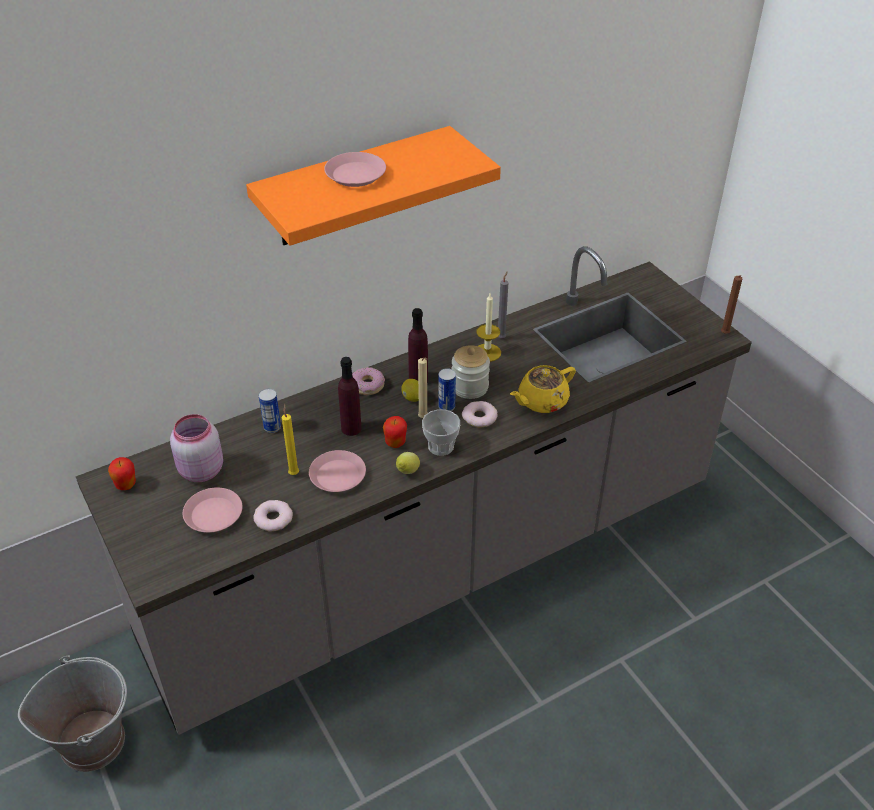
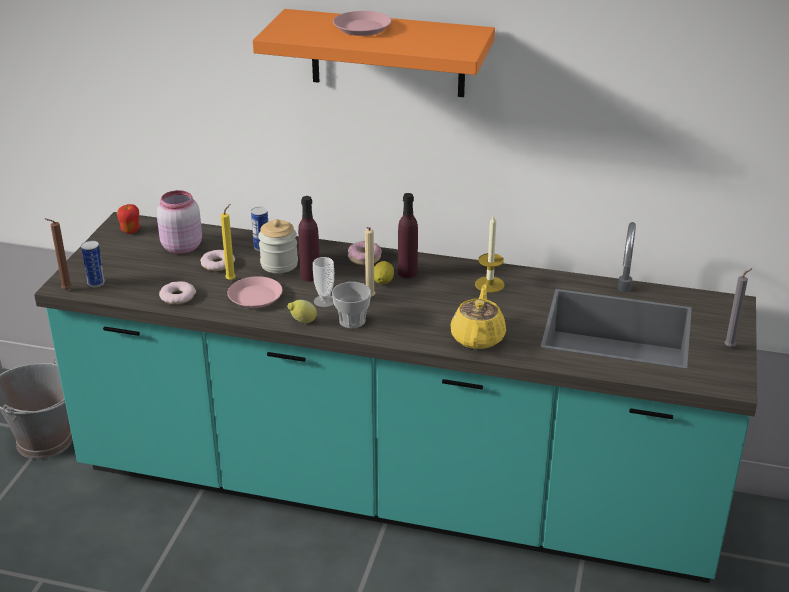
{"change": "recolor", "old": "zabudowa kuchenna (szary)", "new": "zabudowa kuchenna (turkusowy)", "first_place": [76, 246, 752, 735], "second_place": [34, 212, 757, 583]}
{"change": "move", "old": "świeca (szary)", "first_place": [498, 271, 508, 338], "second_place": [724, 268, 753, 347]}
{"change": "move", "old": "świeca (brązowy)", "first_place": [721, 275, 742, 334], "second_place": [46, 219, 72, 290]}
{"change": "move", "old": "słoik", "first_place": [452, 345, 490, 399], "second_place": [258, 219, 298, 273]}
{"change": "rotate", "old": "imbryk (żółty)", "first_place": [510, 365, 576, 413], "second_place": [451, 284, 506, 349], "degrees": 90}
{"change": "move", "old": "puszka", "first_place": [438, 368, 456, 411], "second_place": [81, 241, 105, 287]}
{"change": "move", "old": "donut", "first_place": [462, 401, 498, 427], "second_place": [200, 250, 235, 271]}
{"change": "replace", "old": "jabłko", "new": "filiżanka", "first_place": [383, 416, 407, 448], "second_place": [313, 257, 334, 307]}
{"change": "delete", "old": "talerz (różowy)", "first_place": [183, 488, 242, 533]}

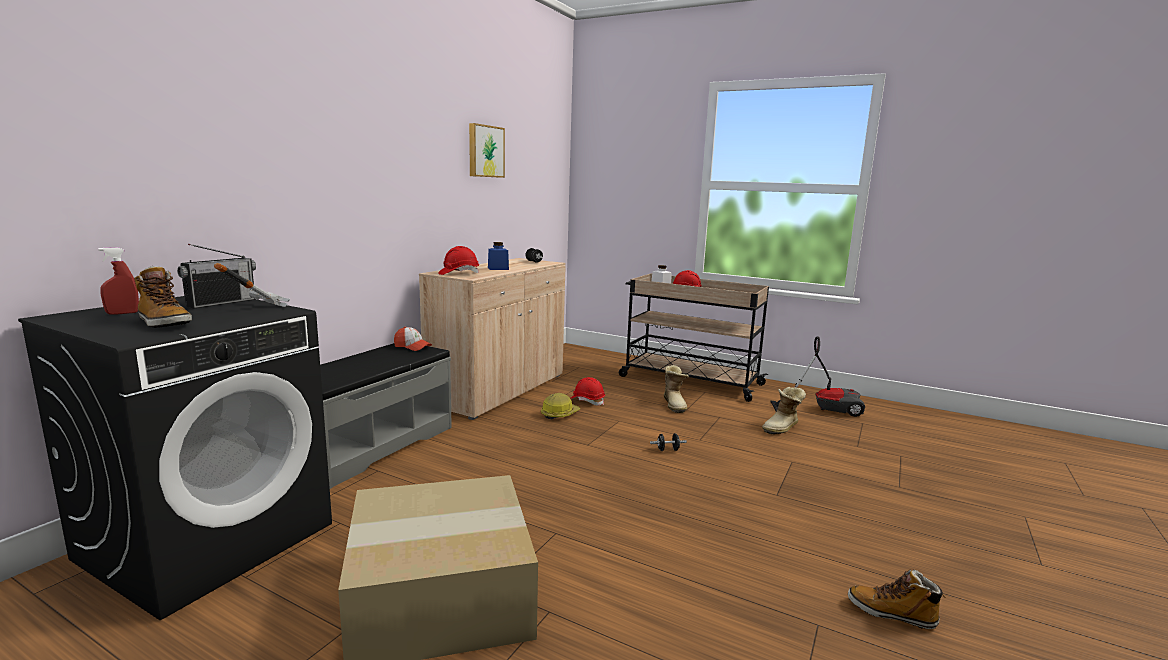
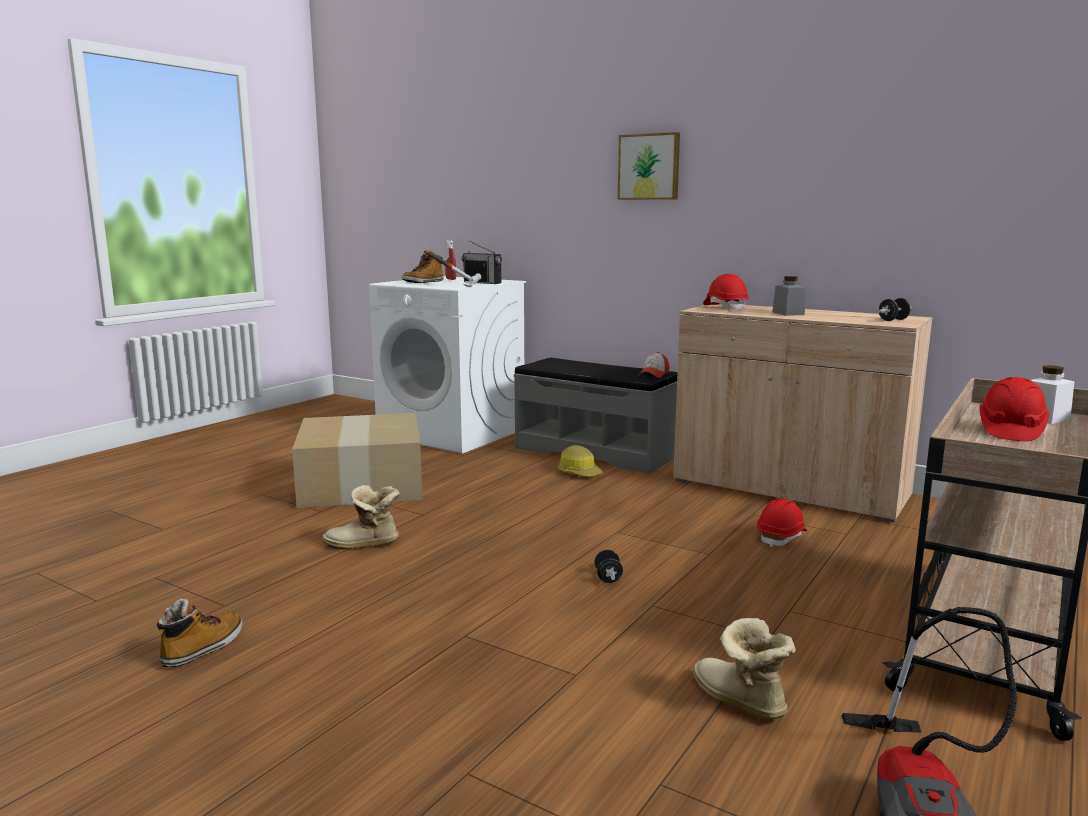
{"change": "move", "old": "obraz", "first_place": [469, 123, 505, 178], "second_place": [618, 132, 680, 200]}
{"change": "recolor", "old": "słoik (niebieski)", "new": "słoik (szary)", "first_place": [488, 242, 509, 270], "second_place": [773, 276, 806, 316]}
{"change": "recolor", "old": "pralka (czarny)", "new": "pralka (biały)", "first_place": [18, 296, 332, 620], "second_place": [369, 276, 526, 453]}
{"change": "move", "old": "but z cholewką", "first_place": [664, 365, 689, 413], "second_place": [322, 485, 400, 549]}
{"change": "move", "old": "kask", "first_place": [541, 393, 580, 419], "second_place": [557, 445, 603, 477]}

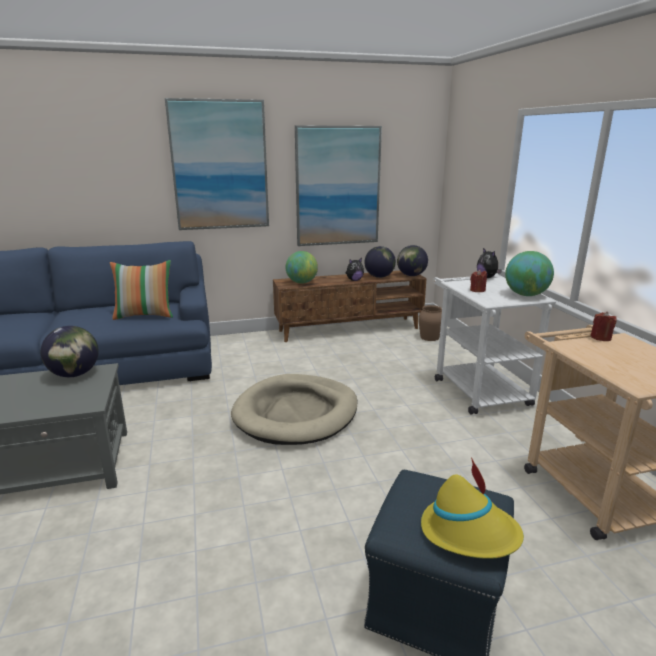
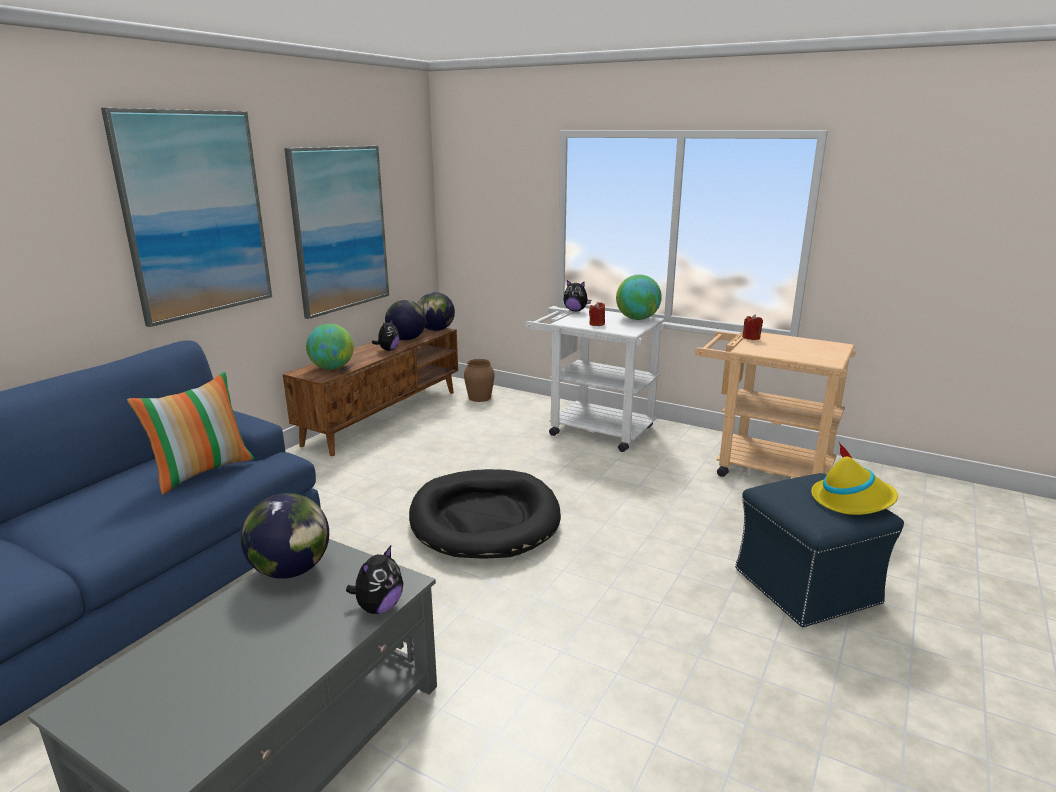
{"change": "recolor", "old": "legowisko (beżowy)", "new": "legowisko (czarny)", "first_place": [231, 374, 358, 445], "second_place": [409, 469, 561, 559]}
{"change": "insert", "new": "pluszak", "second_place": [346, 546, 403, 614]}

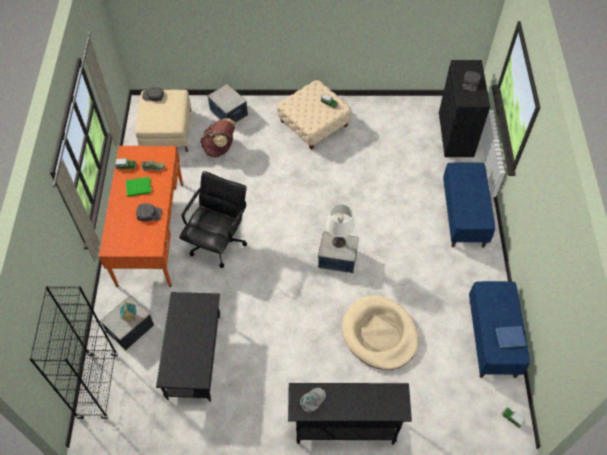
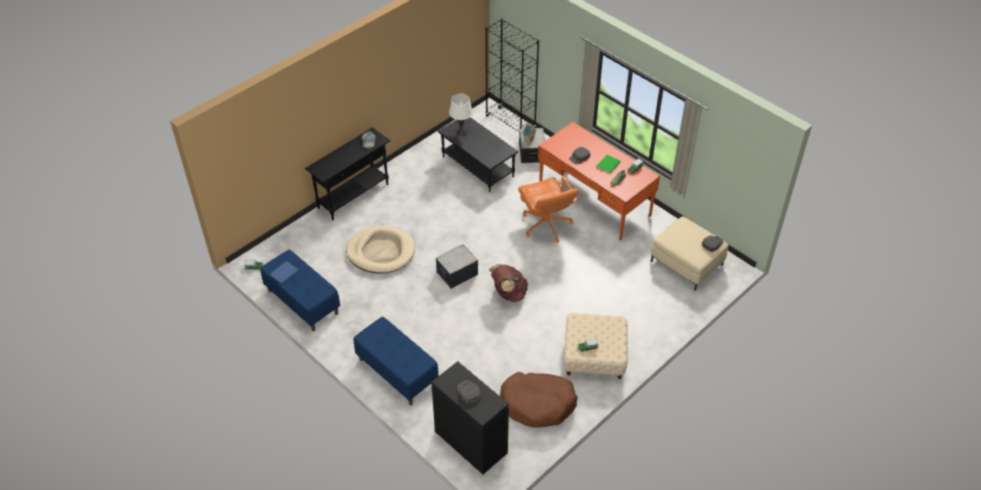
{"change": "delete", "old": "pojemnik do przechowywania", "first_place": [207, 84, 248, 123]}
{"change": "move", "old": "plecak (brązowy)", "first_place": [200, 118, 236, 158], "second_place": [489, 264, 528, 302]}
{"change": "recolor", "old": "krzesło biurowe (czarny)", "new": "krzesło biurowe (pomarańczowy)", "first_place": [179, 171, 247, 268], "second_place": [518, 176, 579, 243]}
{"change": "move", "old": "lampa stołowa (biały)", "first_place": [326, 204, 355, 248], "second_place": [449, 94, 473, 136]}
{"change": "insert", "new": "legowisko (brązowy)", "second_place": [500, 372, 578, 428]}

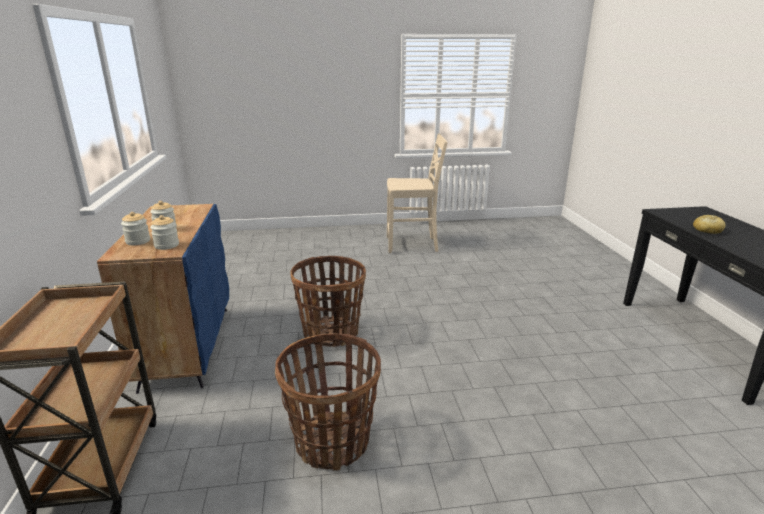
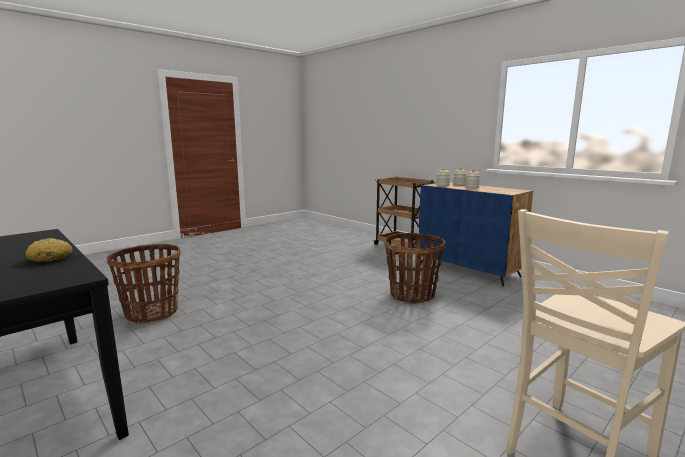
{"change": "move", "old": "koszyk", "first_place": [275, 333, 381, 471], "second_place": [107, 244, 180, 323]}

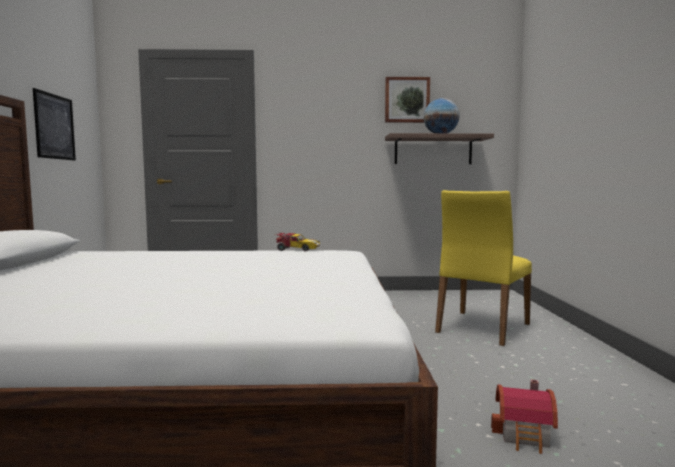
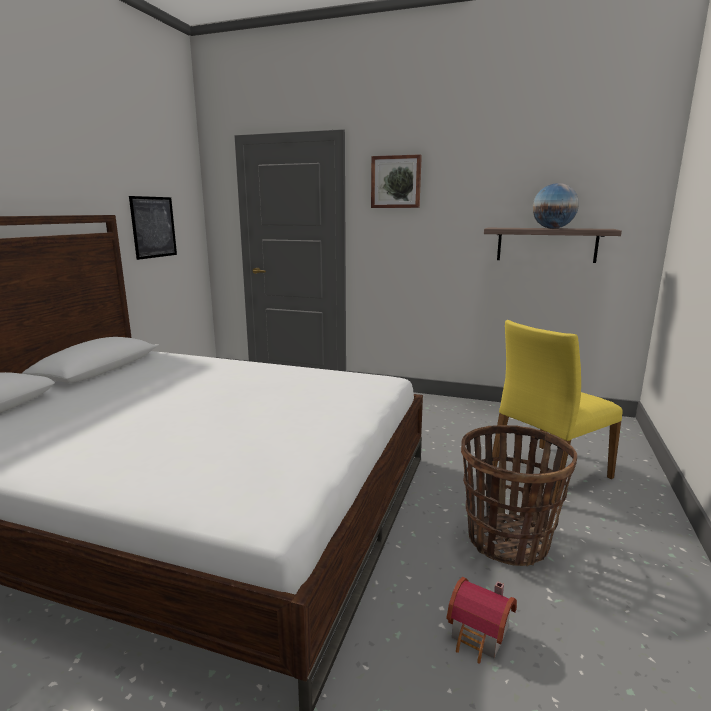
{"change": "move", "old": "obraz", "first_place": [385, 77, 430, 123], "second_place": [371, 154, 422, 208]}
{"change": "delete", "old": "samochodzik", "first_place": [275, 233, 320, 251]}
{"change": "insert", "new": "koszyk", "second_place": [461, 425, 577, 566]}

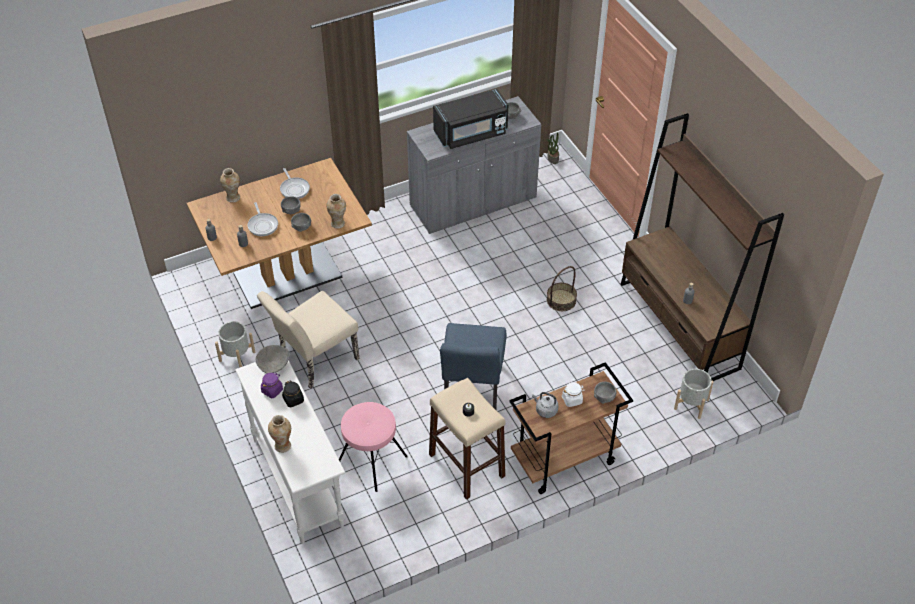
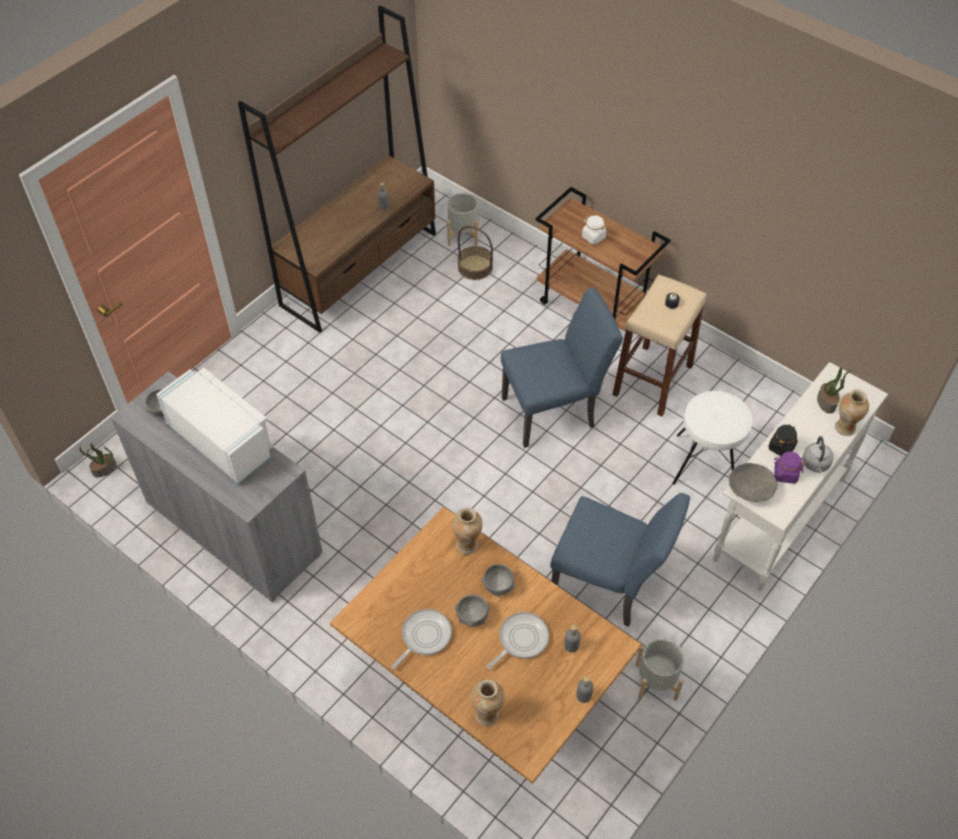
{"change": "recolor", "old": "mikrofalówka (czarny)", "new": "mikrofalówka (biały)", "first_place": [433, 89, 508, 149], "second_place": [156, 367, 274, 484]}
{"change": "move", "old": "koszyk", "first_place": [547, 266, 577, 311], "second_place": [458, 226, 493, 280]}
{"change": "recolor", "old": "krzesło (beżowy)", "new": "krzesło (niebieski)", "first_place": [257, 291, 360, 389], "second_place": [550, 493, 690, 627]}
{"change": "delete", "old": "miska (szary)", "first_place": [594, 382, 617, 404]}
{"change": "move", "old": "czajnik (szary)", "first_place": [532, 392, 558, 418], "second_place": [802, 436, 834, 473]}
{"change": "recolor", "old": "stołek (różowy)", "new": "stołek (biały)", "first_place": [339, 402, 408, 492], "second_place": [672, 391, 753, 485]}
{"change": "insert", "new": "roślina doniczkowa", "second_place": [817, 367, 852, 414]}

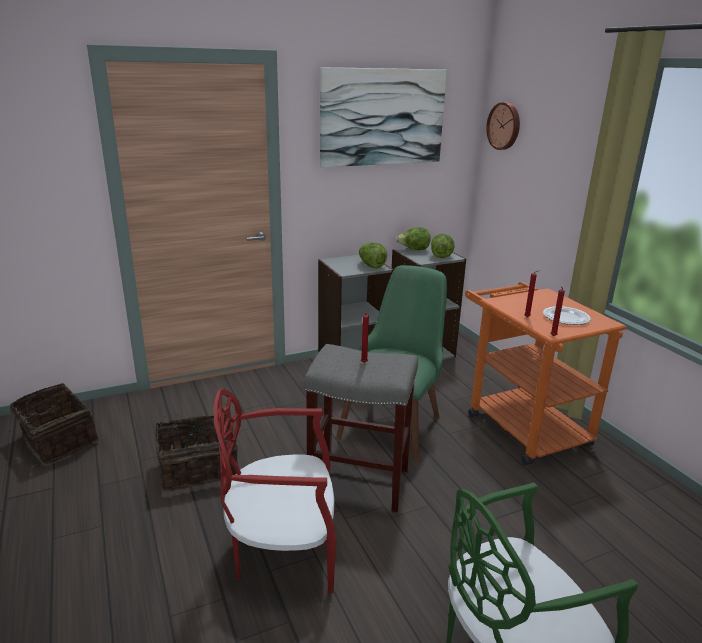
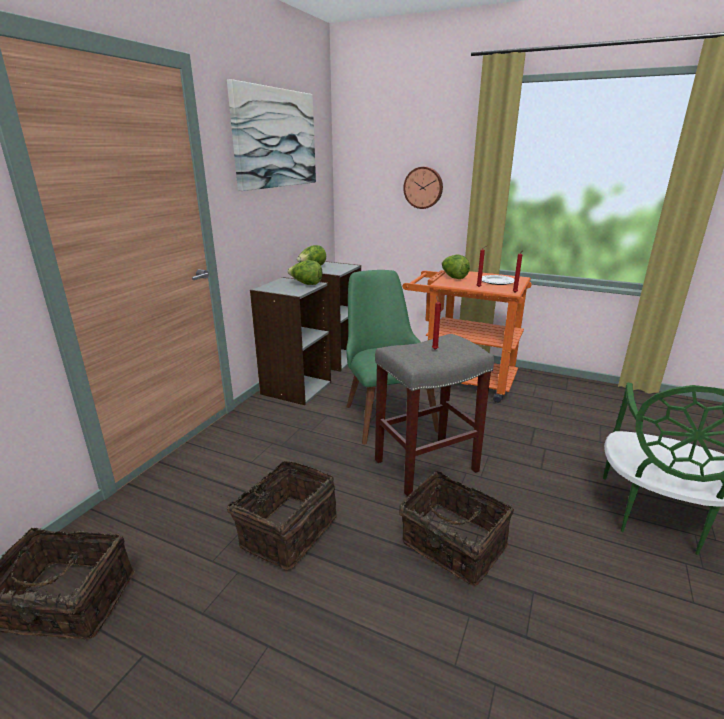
{"change": "move", "old": "zegar ścienny", "first_place": [486, 102, 520, 150], "second_place": [403, 167, 443, 209]}
{"change": "move", "old": "sałata", "first_place": [431, 234, 455, 258], "second_place": [442, 255, 470, 279]}
{"change": "replace", "old": "krzesło (czerwony)", "new": "koszyk", "first_place": [214, 389, 336, 594], "second_place": [399, 470, 514, 586]}

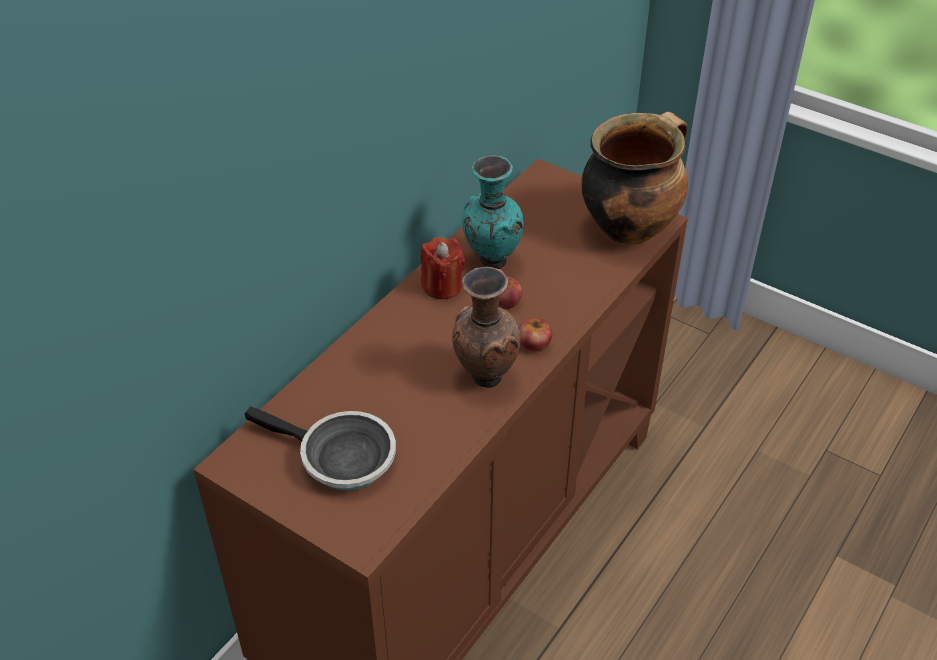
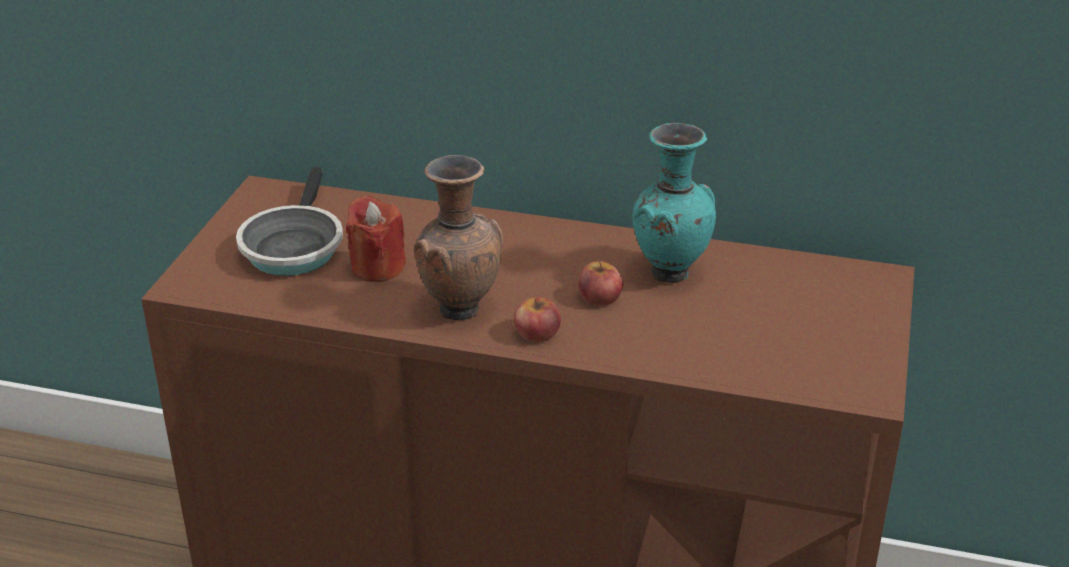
{"change": "delete", "old": "garnek", "first_place": [581, 112, 688, 245]}
{"change": "move", "old": "świeca (czerwony)", "first_place": [421, 237, 465, 299], "second_place": [346, 195, 406, 282]}

